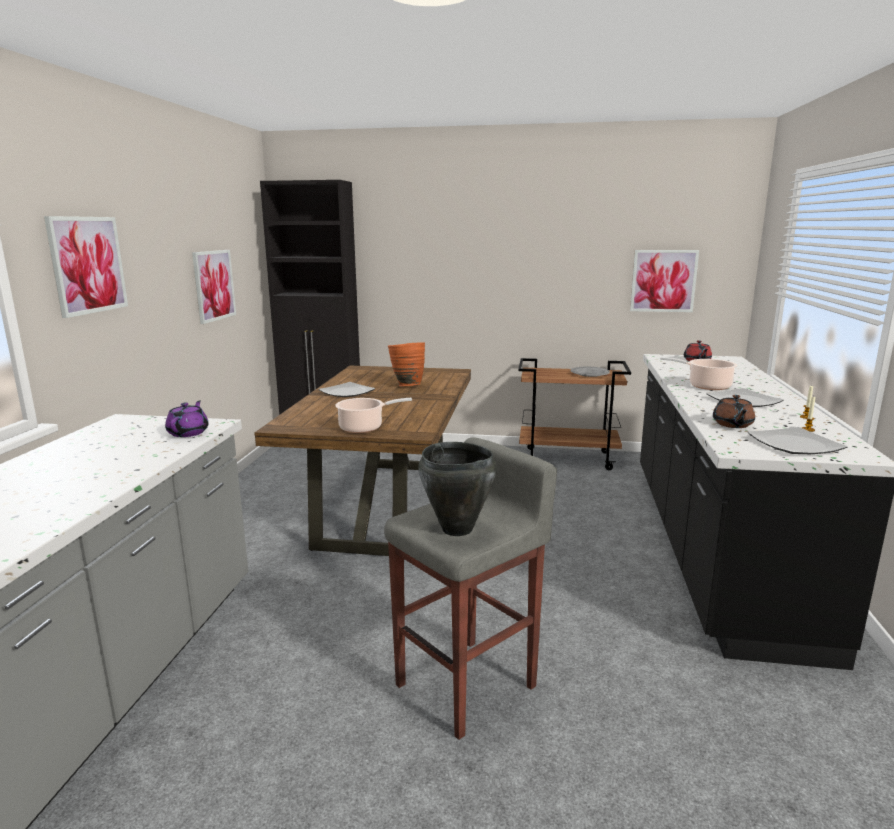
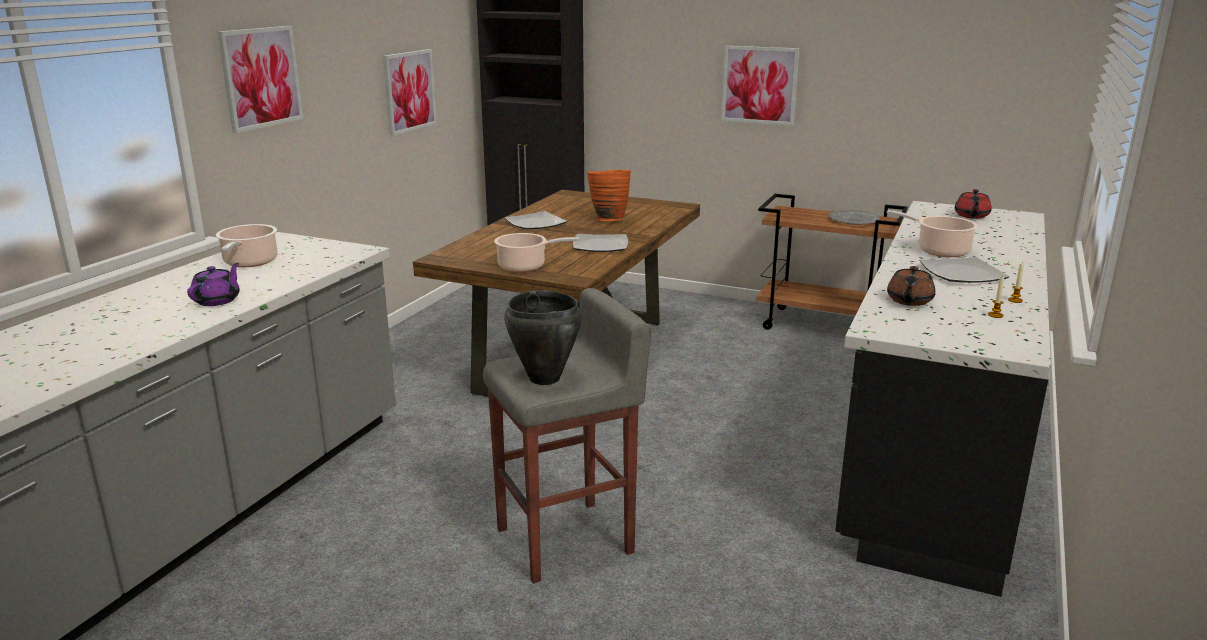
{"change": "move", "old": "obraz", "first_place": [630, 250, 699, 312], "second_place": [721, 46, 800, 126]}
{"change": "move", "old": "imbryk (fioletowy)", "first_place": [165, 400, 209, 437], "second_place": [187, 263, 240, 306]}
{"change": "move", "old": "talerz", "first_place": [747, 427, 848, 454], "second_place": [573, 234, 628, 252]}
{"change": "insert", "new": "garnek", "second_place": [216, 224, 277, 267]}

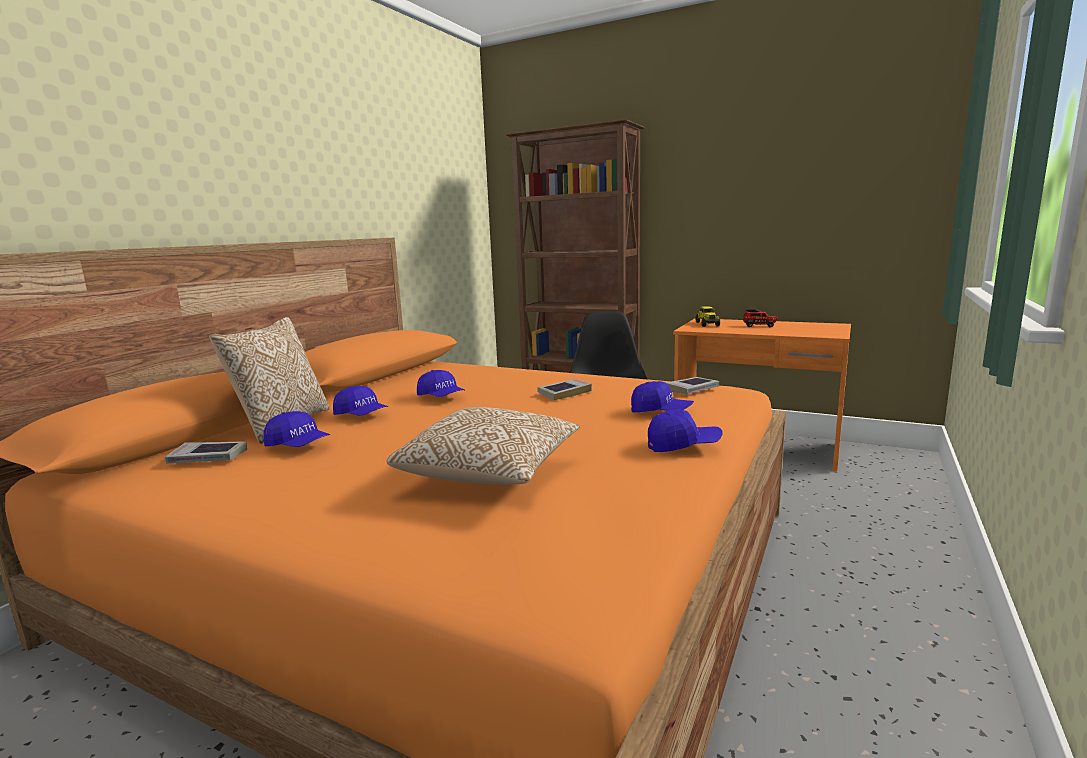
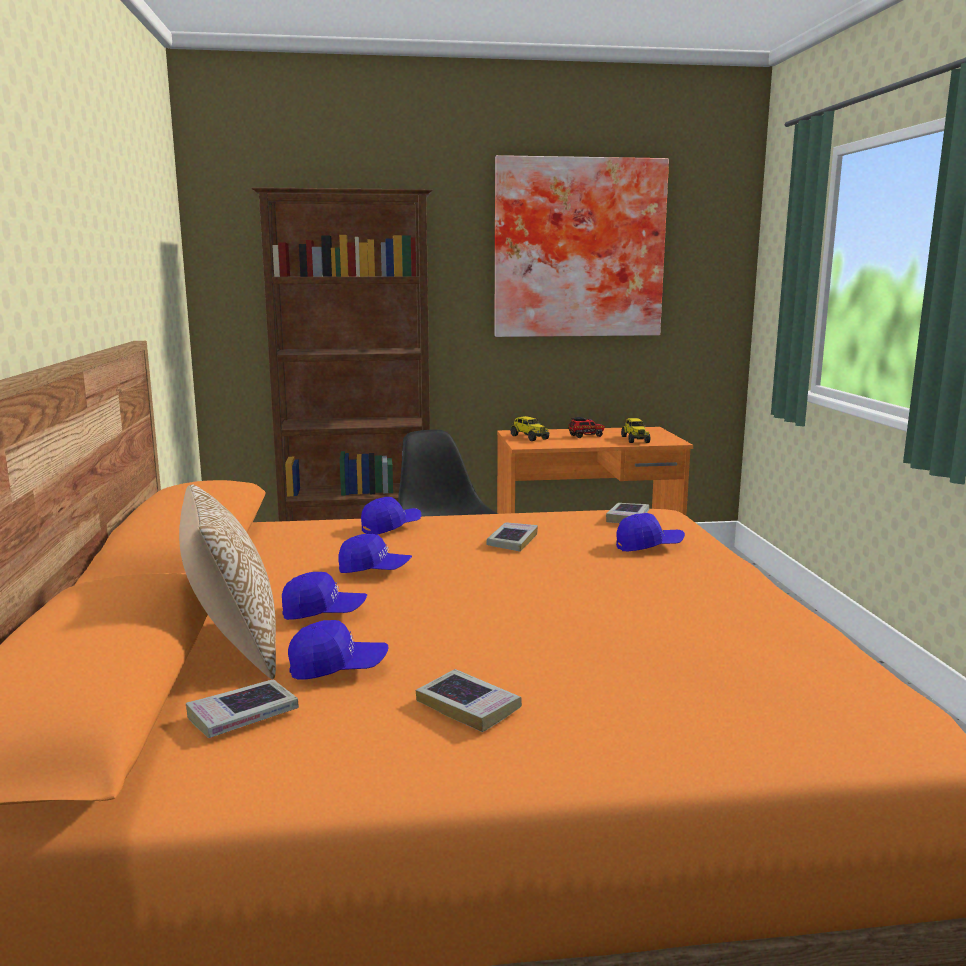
{"change": "delete", "old": "poduszka", "first_place": [387, 407, 580, 484]}
{"change": "move", "old": "czapka z daszkiem (niebieski)", "first_place": [647, 409, 723, 452], "second_place": [361, 497, 421, 535]}
{"change": "insert", "new": "obraz", "second_place": [494, 155, 669, 337]}
{"change": "insert", "new": "ciężarówka zabawkowa", "second_place": [621, 418, 650, 443]}
{"change": "insert", "new": "książka", "second_place": [416, 669, 522, 732]}

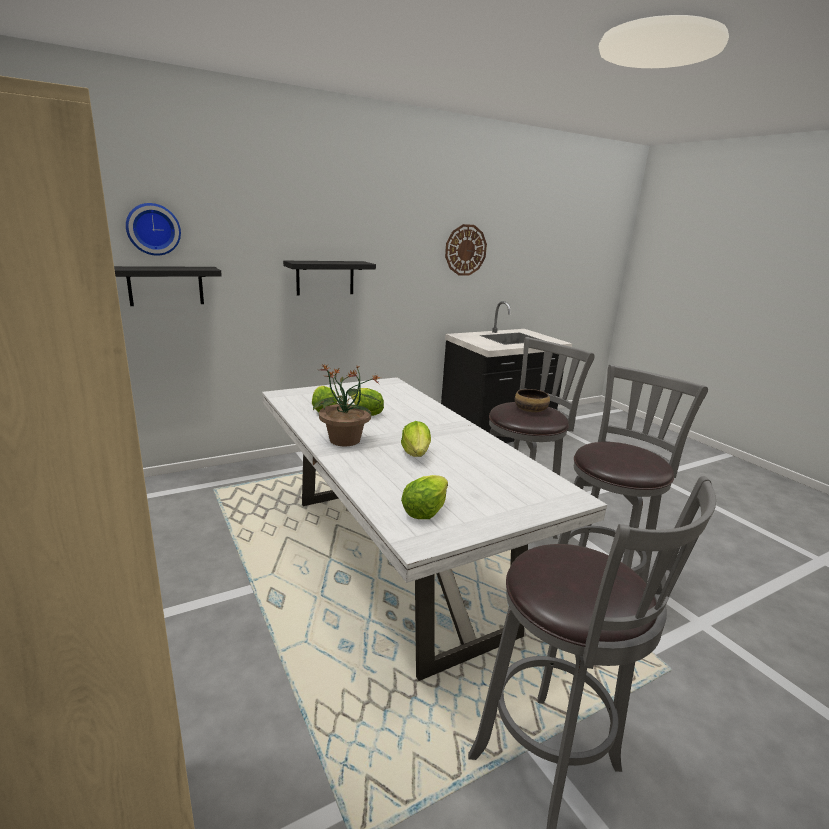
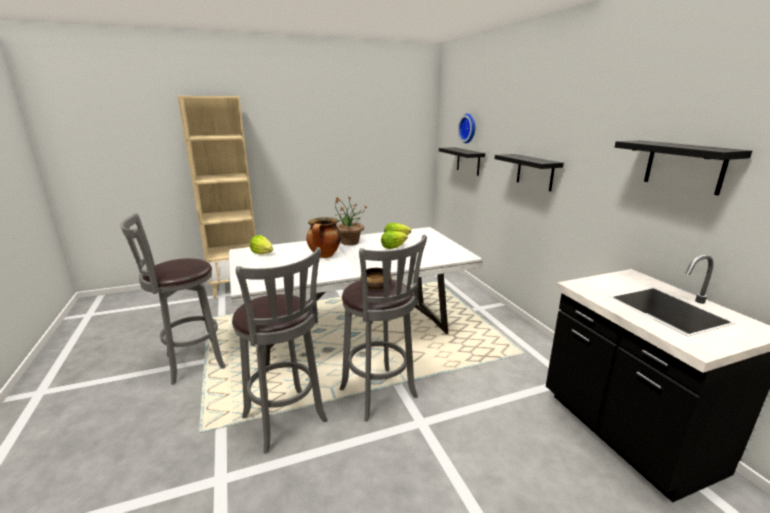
{"change": "replace", "old": "zegar ścienny", "new": "półka (czarny)", "first_place": [445, 224, 487, 276], "second_place": [615, 140, 752, 195]}
{"change": "replace", "old": "sałata", "new": "garnek", "first_place": [401, 421, 431, 457], "second_place": [306, 217, 341, 258]}

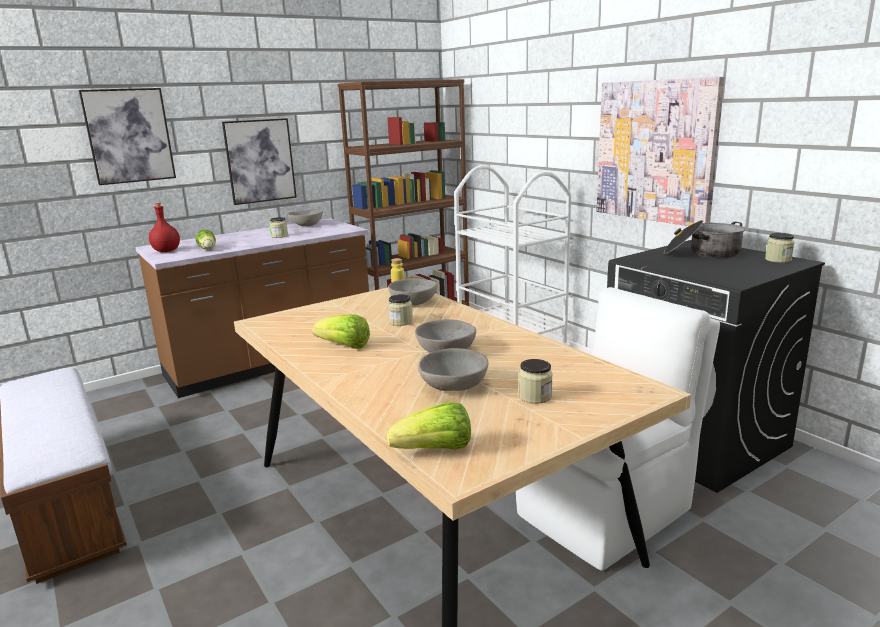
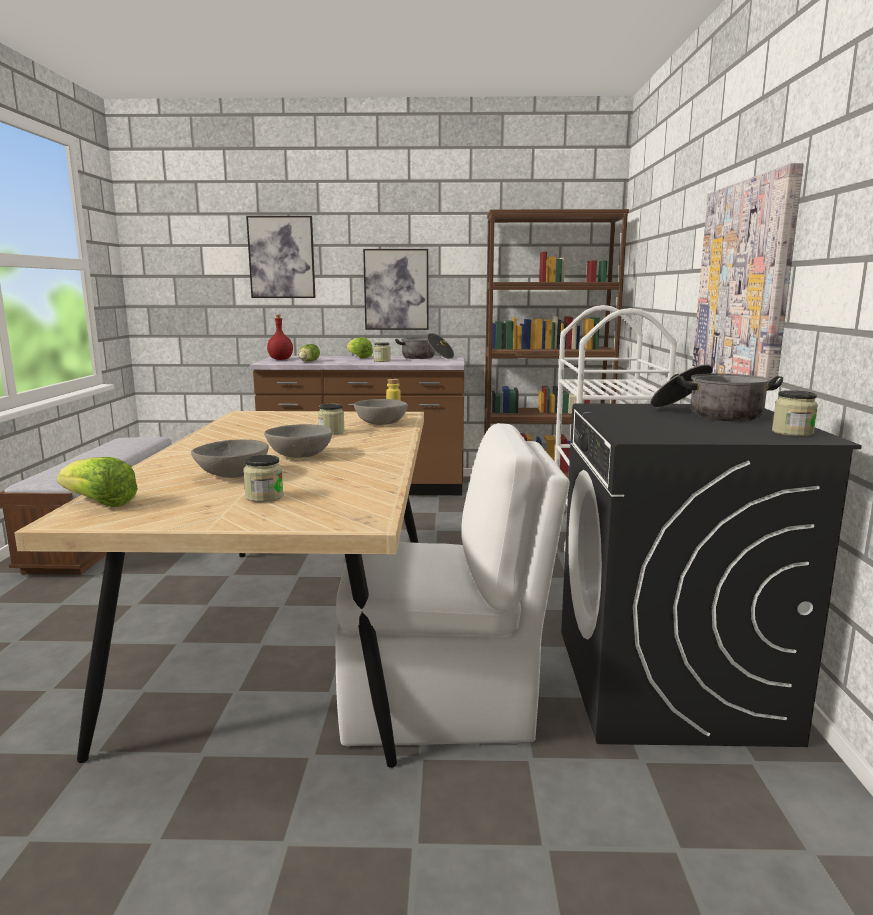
{"change": "replace", "old": "miska (szary)", "new": "garnek", "first_place": [288, 209, 323, 226], "second_place": [395, 333, 454, 359]}
{"change": "move", "old": "sałata", "first_place": [312, 315, 370, 348], "second_place": [347, 337, 373, 358]}

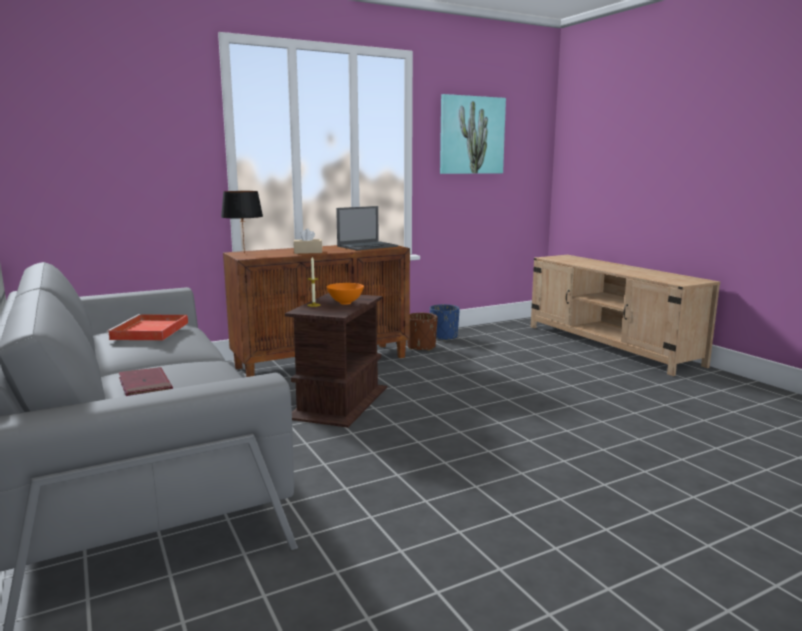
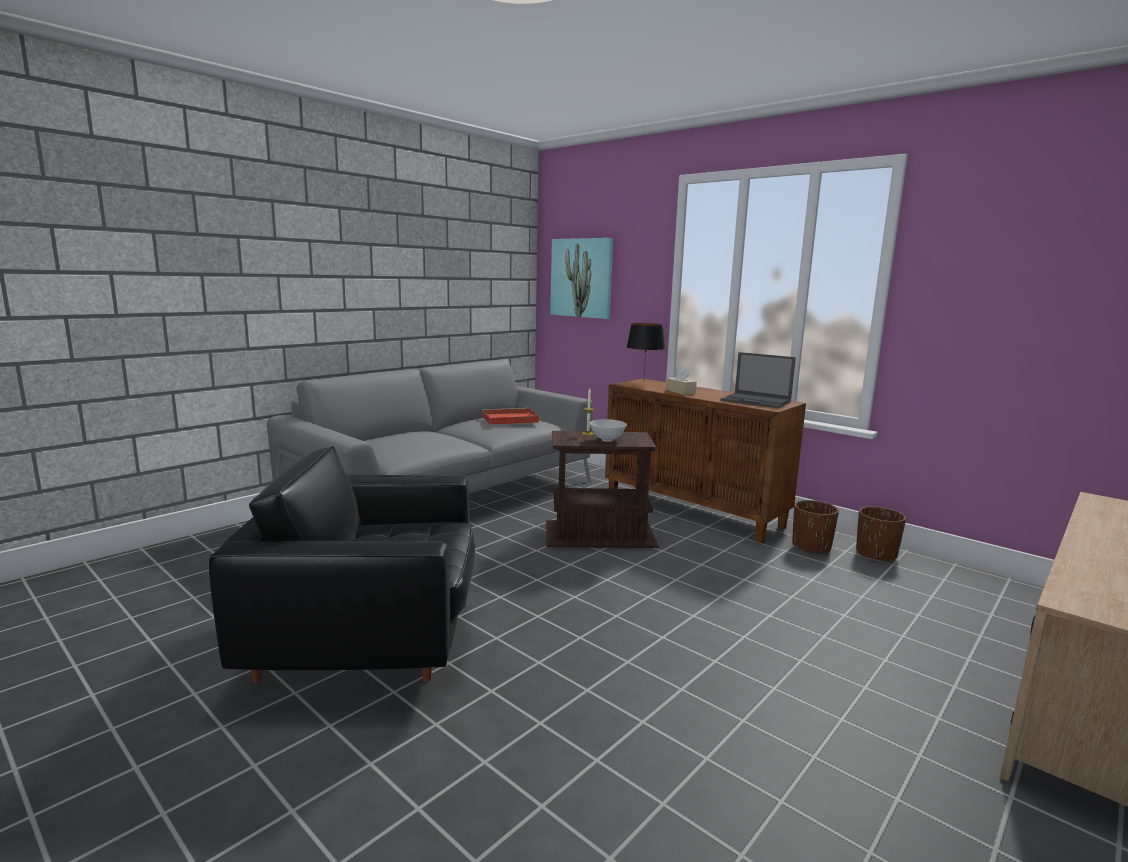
{"change": "move", "old": "obraz", "first_place": [440, 94, 506, 174], "second_place": [550, 238, 613, 319]}
{"change": "recolor", "old": "miska (pomarańczowy)", "new": "miska (biały)", "first_place": [327, 283, 364, 305], "second_place": [590, 419, 627, 442]}
{"change": "recolor", "old": "donica (niebieski)", "new": "donica (brązowy)", "first_place": [430, 304, 460, 341], "second_place": [856, 506, 906, 562]}
{"change": "delete", "old": "książka (czerwony)", "first_place": [119, 367, 173, 396]}
{"change": "insert", "new": "fotel (czarny)", "second_place": [209, 446, 475, 683]}

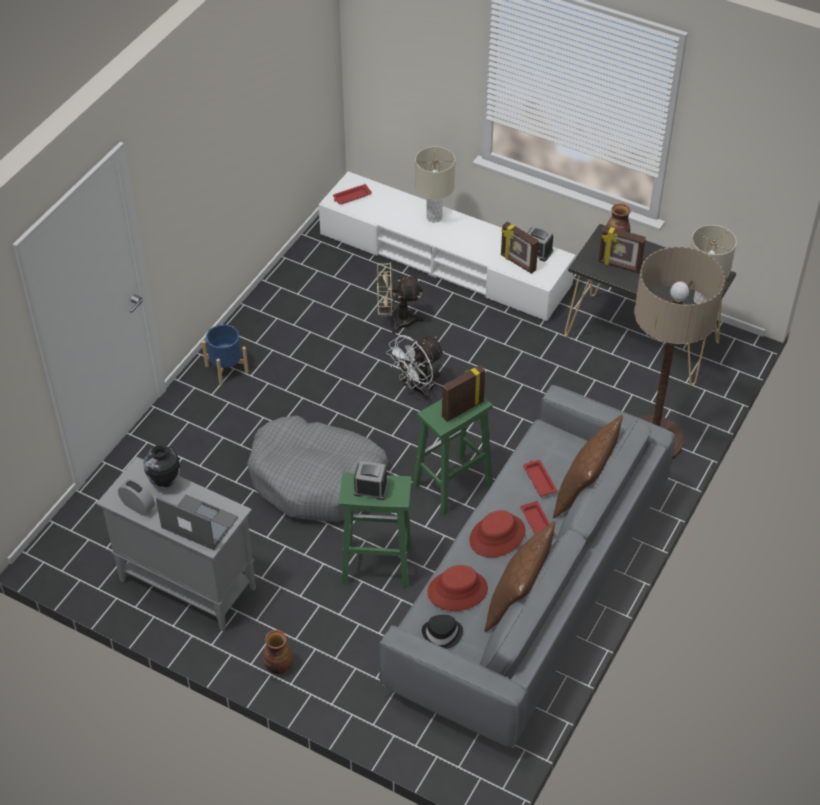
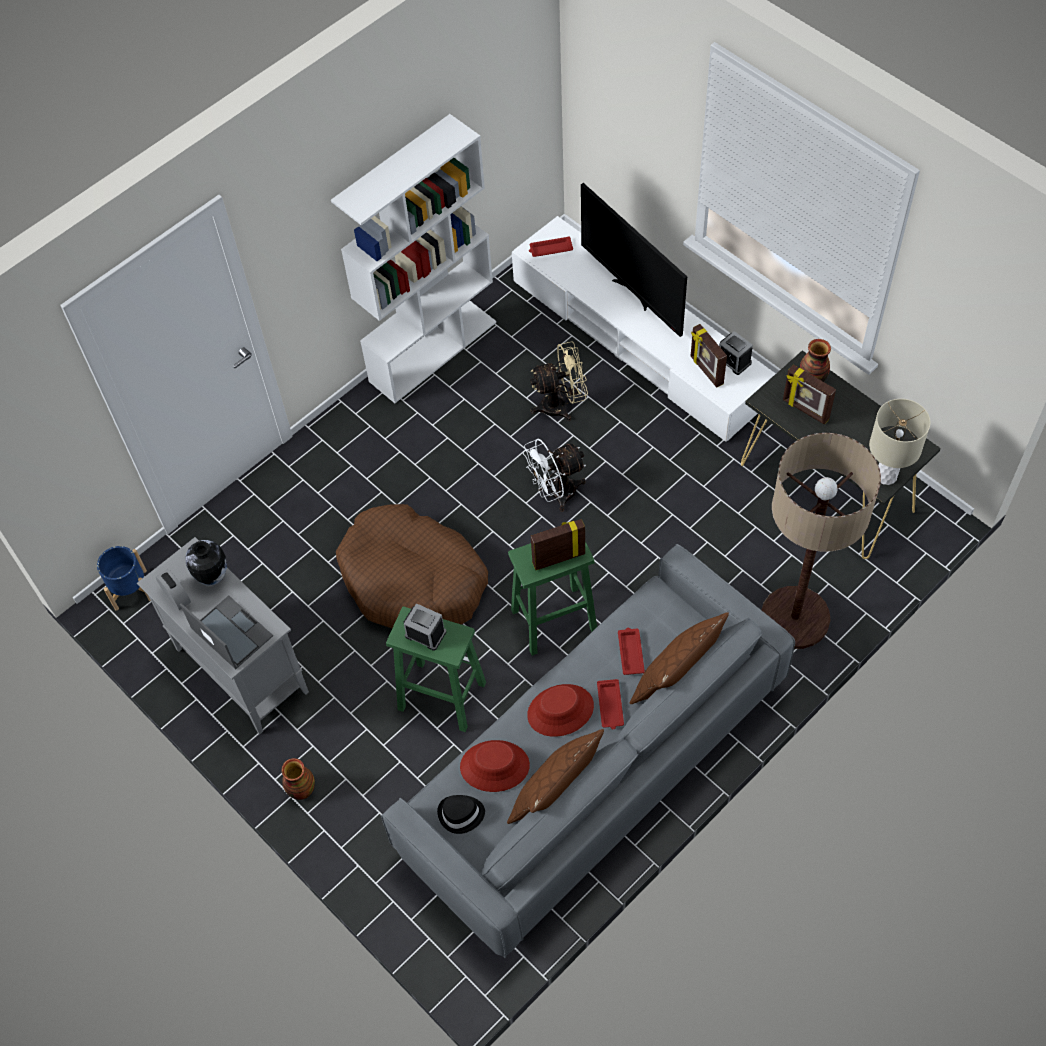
{"change": "replace", "old": "lampa stołowa (beżowy)", "new": "telewizor", "first_place": [415, 147, 455, 223], "second_place": [581, 183, 687, 337]}
{"change": "rotate", "old": "wentylator (beżowy)", "first_place": [377, 262, 425, 334], "second_place": [530, 342, 588, 421], "degrees": 150}
{"change": "move", "old": "donica (niebieski)", "first_place": [202, 324, 249, 385], "second_place": [97, 546, 151, 611]}
{"change": "recolor", "old": "legowisko (szary)", "new": "legowisko (brązowy)", "first_place": [247, 415, 388, 522], "second_place": [336, 504, 488, 628]}
{"change": "insert", "new": "regał (biały)", "second_place": [331, 114, 496, 403]}

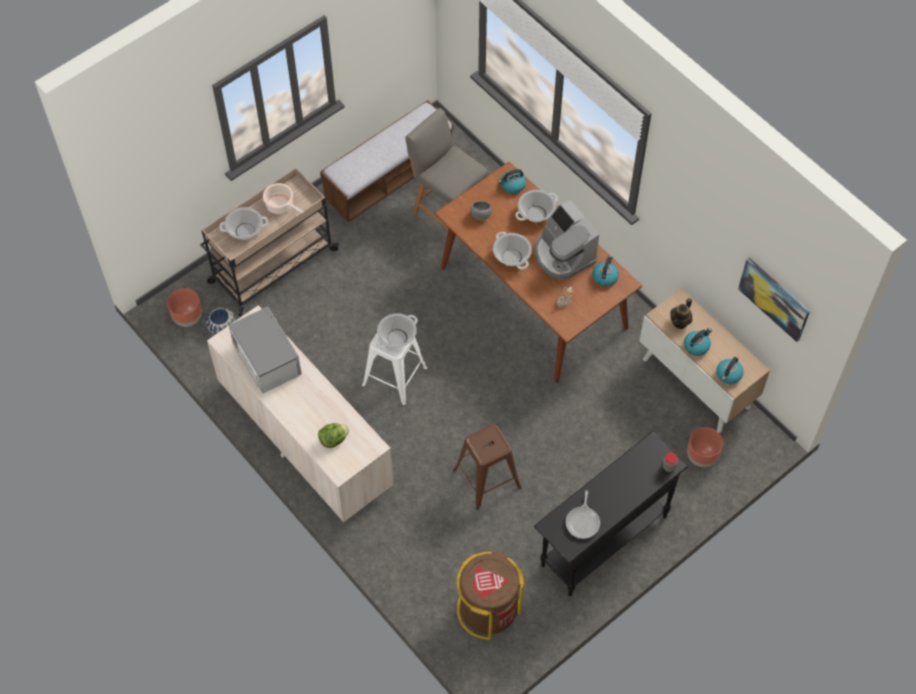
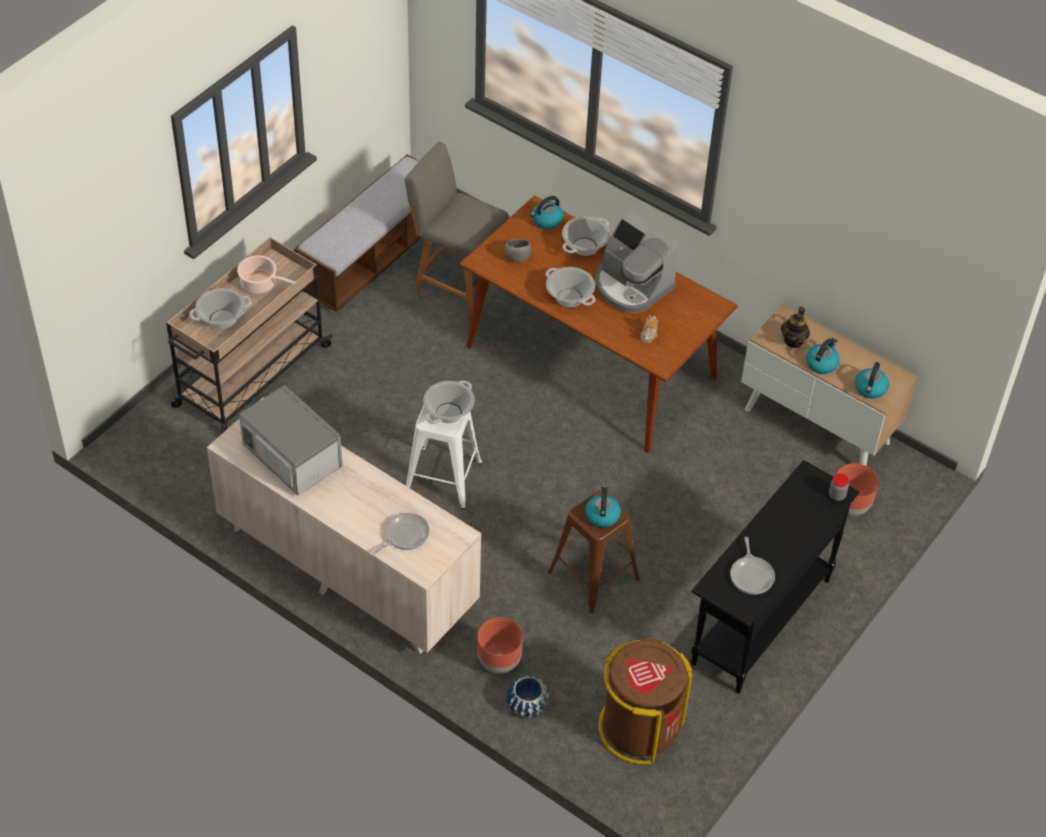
{"change": "move", "old": "czajnik", "first_place": [592, 256, 619, 286], "second_place": [585, 486, 621, 528]}
{"change": "delete", "old": "obraz", "first_place": [738, 258, 810, 342]}
{"change": "move", "old": "donica (brązowy)", "first_place": [167, 288, 202, 327], "second_place": [477, 617, 523, 674]}
{"change": "move", "old": "donica (niebieski)", "first_place": [205, 307, 235, 335], "second_place": [507, 675, 550, 718]}
{"change": "replace", "old": "sałata", "new": "patelnia", "first_place": [318, 423, 349, 448], "second_place": [373, 513, 430, 554]}

